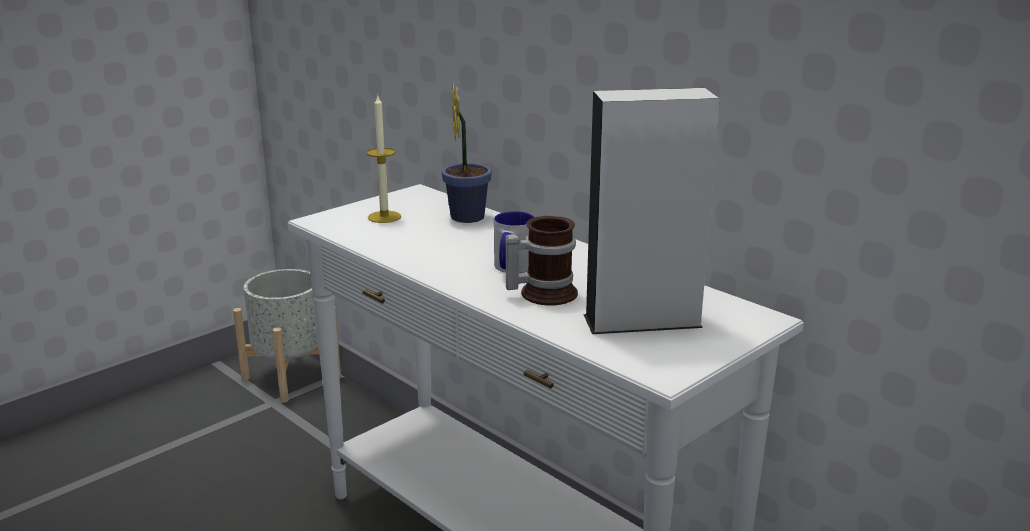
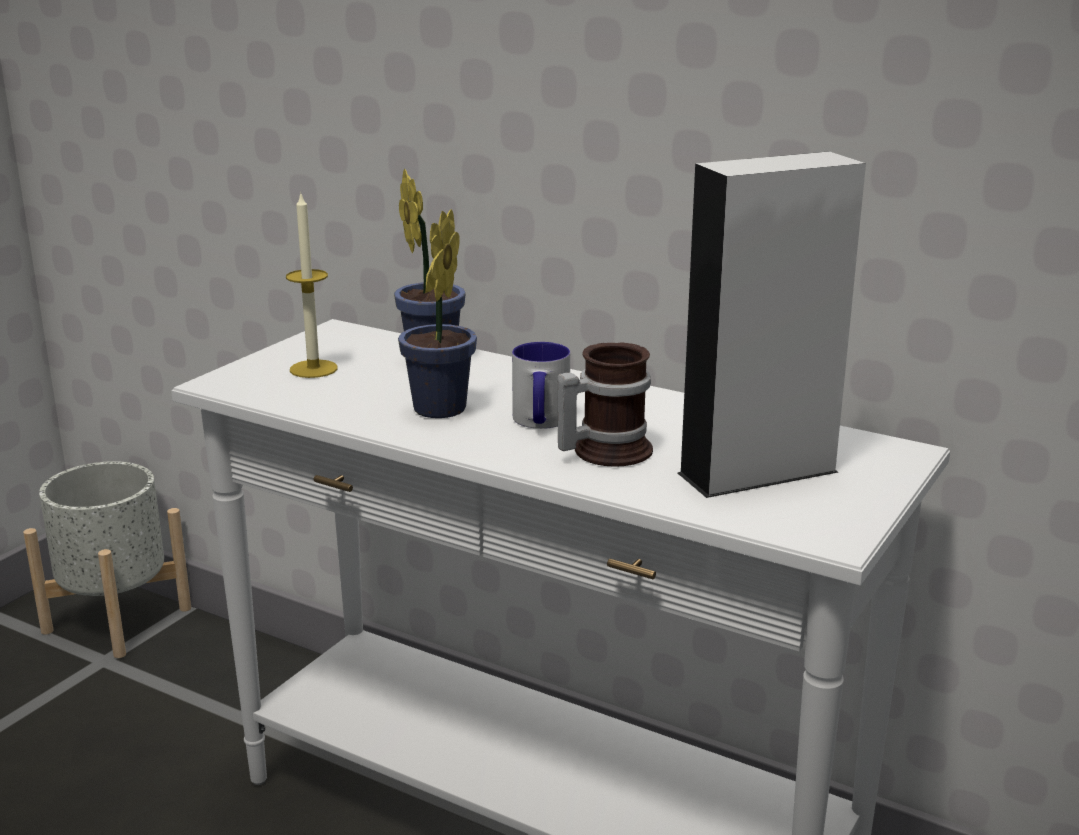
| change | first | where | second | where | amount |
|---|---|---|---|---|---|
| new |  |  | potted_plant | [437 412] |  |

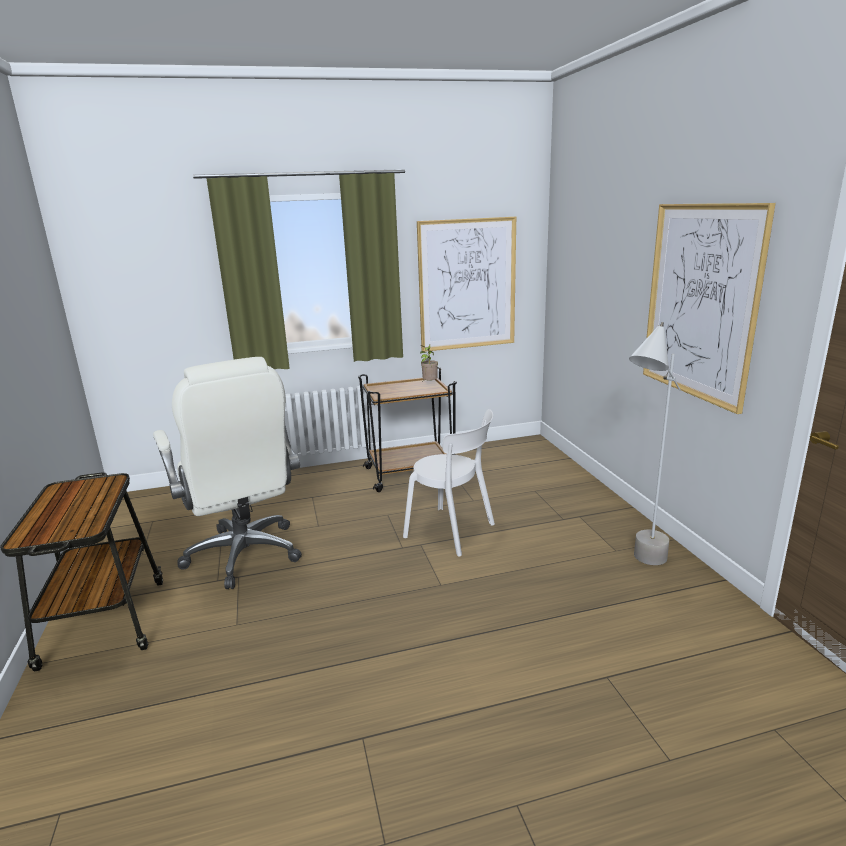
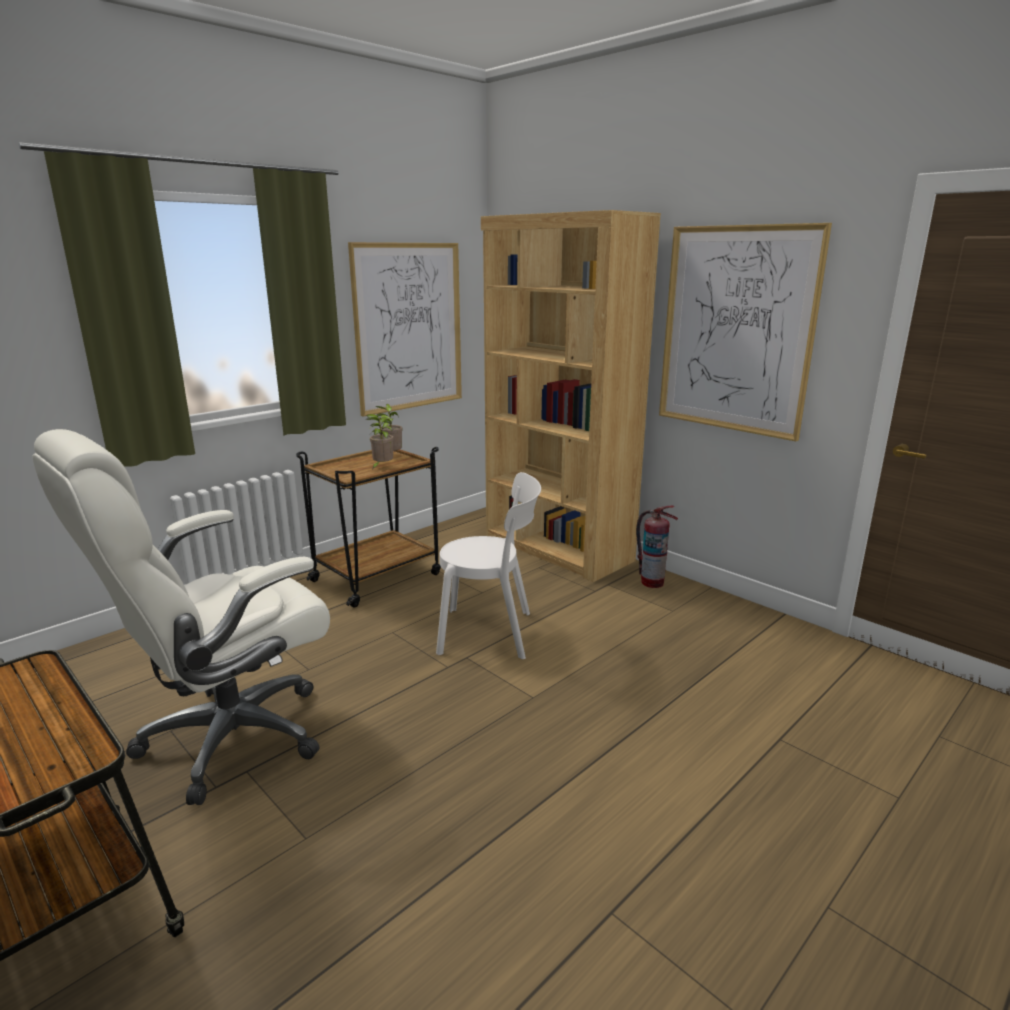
| change | first | where | second | where | amount |
|---|---|---|---|---|---|
| rotated | white_office_chair | [244 555] |  | [229 738] | 105 degrees clockwise |
| new |  |  | potted_plant | [382 467] |  |
| new |  |  | brown_bookcase | [557 549] |  |
| new |  |  | fire_extinguisher | [652 582] |  |
| gone | grey_floor_lamp | [640 568] |  |  |  |

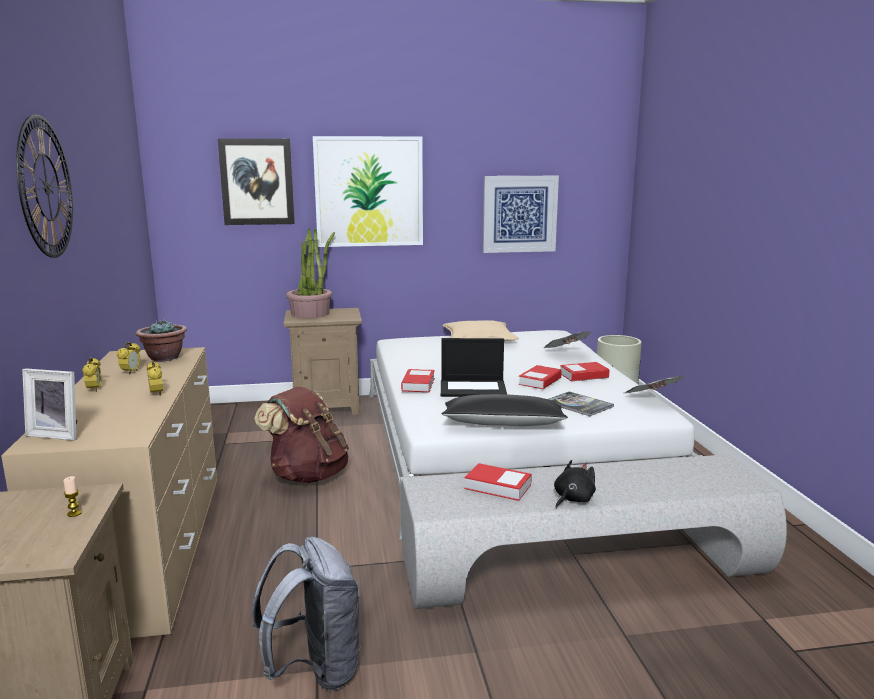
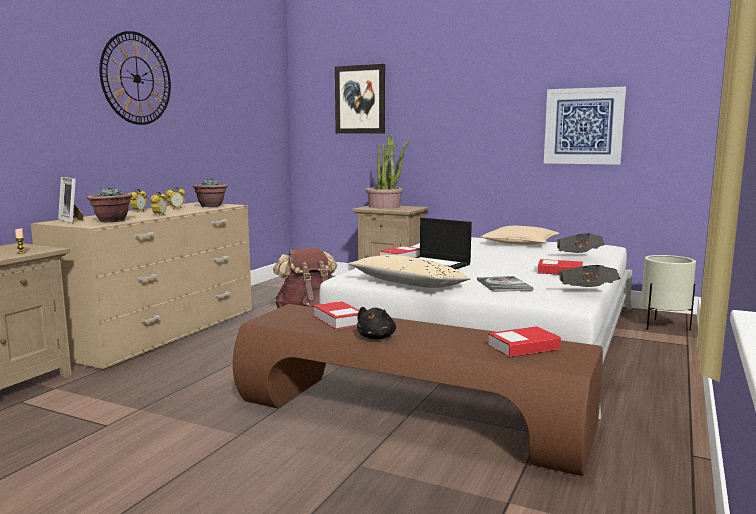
| change | first | where | second | where | amount |
|---|---|---|---|---|---|
| new |  |  | potted_plant | [111 221] |  |
| repainted | grey_bench | [582 564] | brown_bench | [410 415] |  |
| repainted | black_pillow | [503 424] | beige_pillow | [408 284] |  |
| rotated | black_plush_toy | [572 499] |  | [377 337] | 120 degrees clockwise |
| shifted | book | [540 381] |  | [523 347] |  |
| gone | grey_backpack | [314 670] |  |  |  |
| gone | picture | [369 192] |  |  |  |

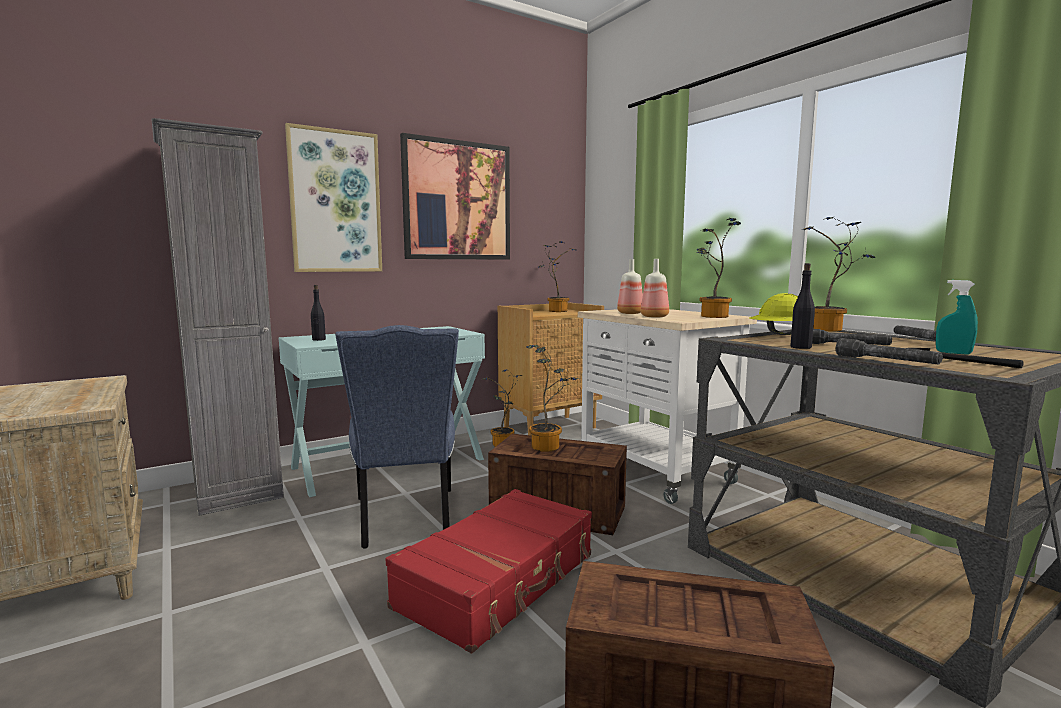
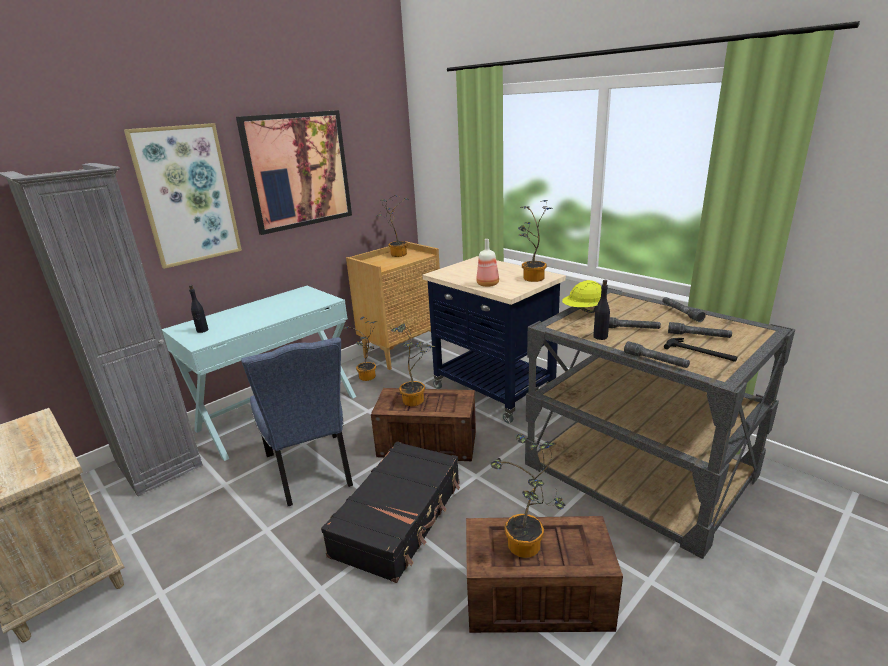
| change | first | where | second | where | amount |
|---|---|---|---|---|---|
| repainted | red_suitcase | [499 581] | black_suitcase | [399 518] |  |
| repainted | white_cart | [656 473] | blue_cart | [494 392] |  |
| shifted | potted_plant | [829 330] |  | [527 548] |  |
| swapped | turquoise_spray_bottle | [953 353] | grey_flashlight | [698 336] |  |
| gone | bottle | [630 313] |  |  |  |

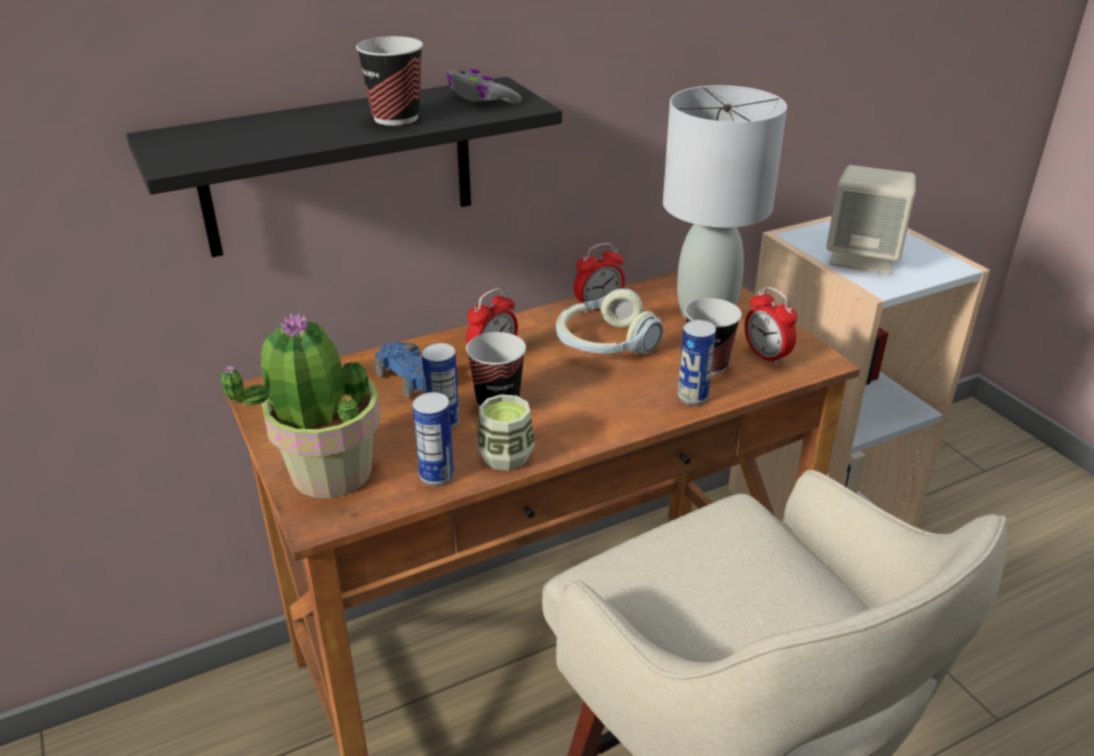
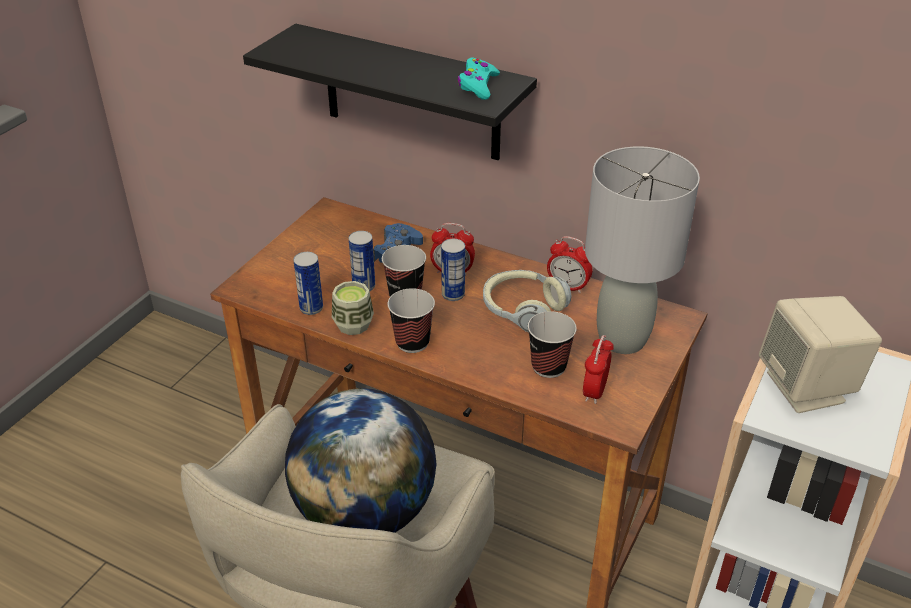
| change | first | where | second | where | amount |
|---|---|---|---|---|---|
| new |  |  | globe | [366 512] |  |
| shifted | cup | [396 118] |  | [412 342] |  |
| shifted | can | [692 397] |  | [453 294] |  |
| repainted | grey_game_controller | [481 98] | turquoise_game_controller | [478 86] |  |
| gone | potted_plant | [329 472] |  |  |  |

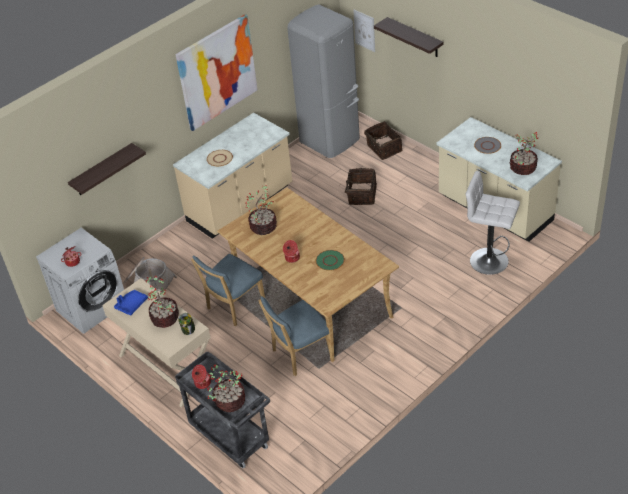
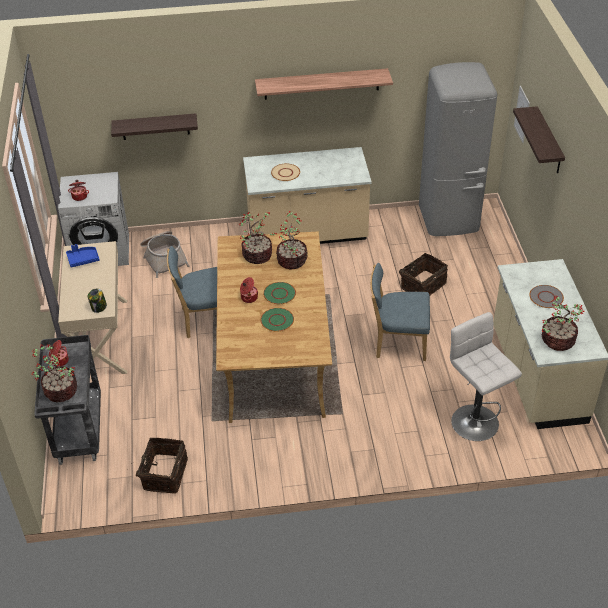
| change | first | where | second | where | amount |
|---|---|---|---|---|---|
| shifted | basket | [383 148] |  | [163 474] |  |
| swapped | picture | [217 72] | shelf | [321 84] |  |
| new |  |  | green_plate | [279 294] |  |
| shifted | potted_plant | [164 317] |  | [292 260] |  |
| shifted | blue_chair | [299 354] |  | [397 343] |  |

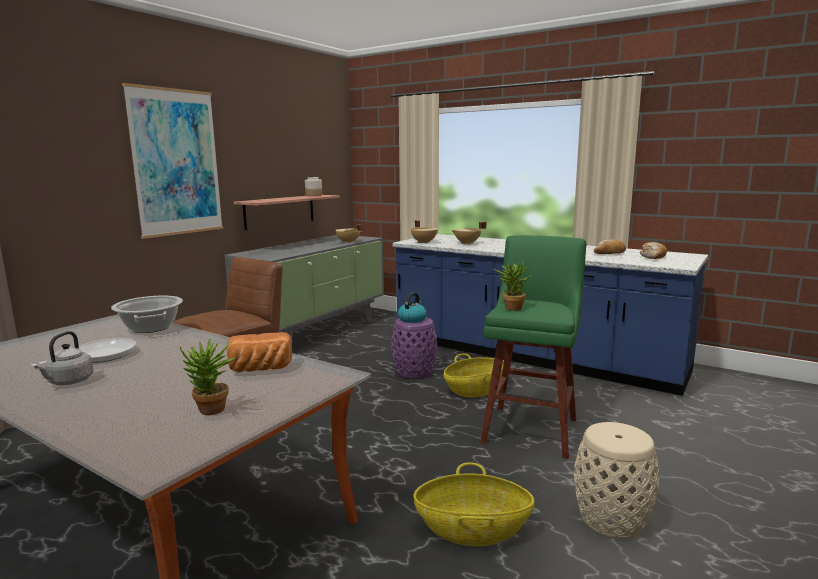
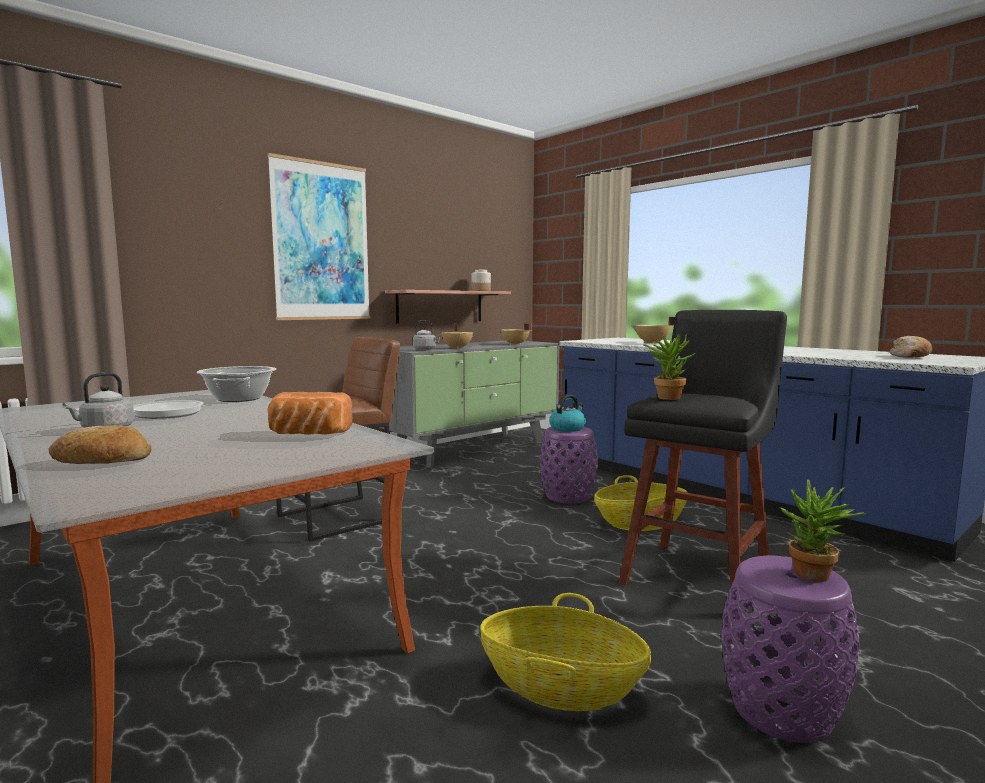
| change | first | where | second | where | amount |
|---|---|---|---|---|---|
| shifted | bread | [609 253] |  | [102 461] |  |
| new |  |  | grey_kettle | [426 349] |  |
| shifted | beige_cooking_pot | [424 242] |  | [458 348] |  |
| repainted | green_stool | [531 429] | black_stool | [698 576] |  |
| repainted | beige_stool | [611 520] | purple_stool | [782 711] |  |
| shifted | potted_plant | [211 412] |  | [814 578] |  |

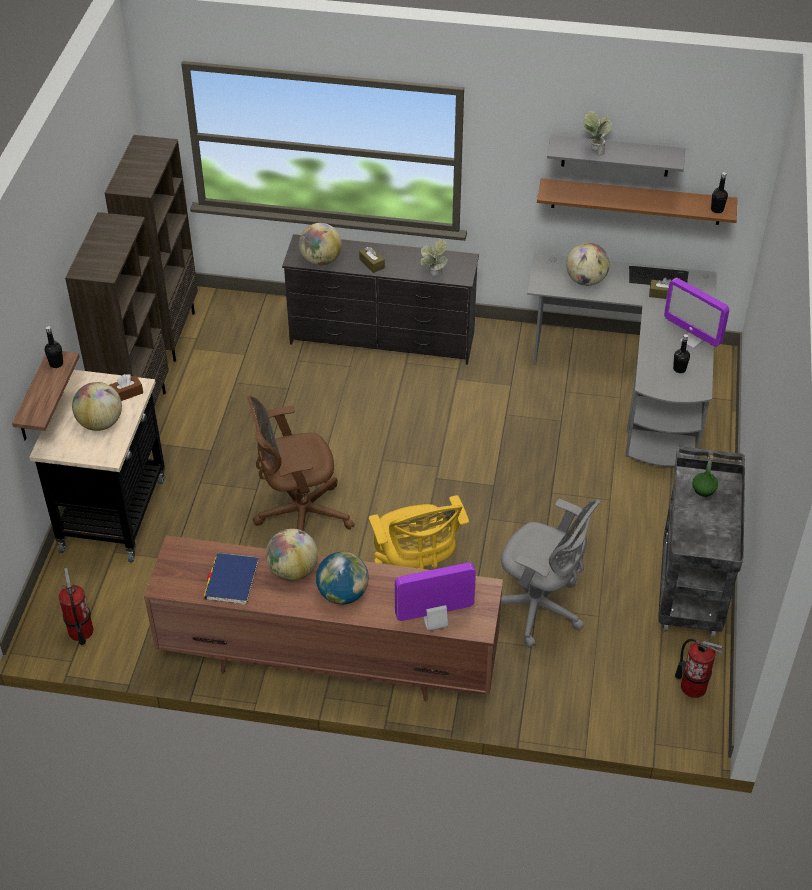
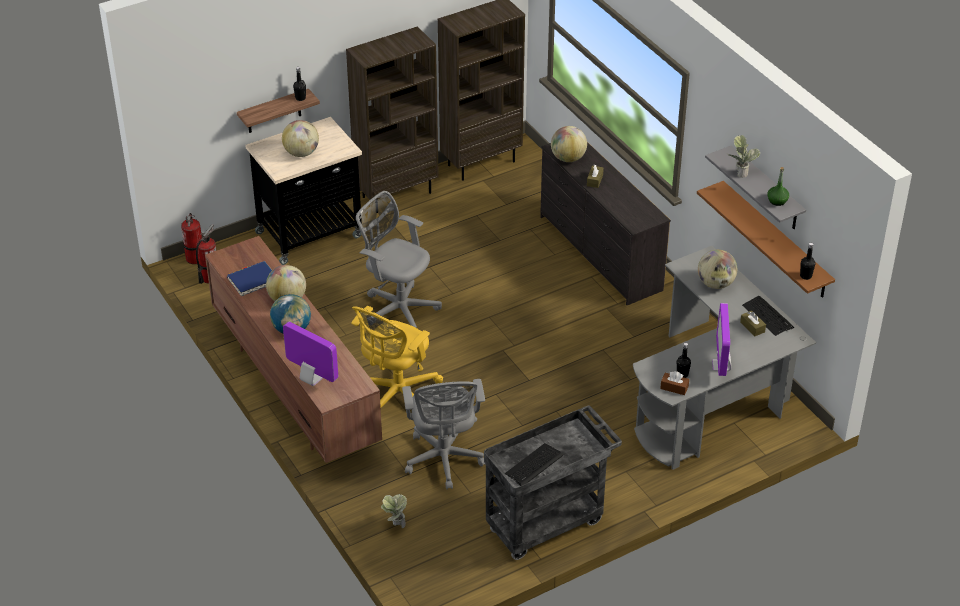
| change | first | where | second | where | amount |
|---|---|---|---|---|---|
| shifted | fire_extinguisher | [693 686] |  | [195 258] |  |
| repainted | brown_office_chair | [298 514] | grey_office_chair | [398 308] |  |
| shifted | potted_plant | [433 276] |  | [395 524] |  |
| new |  |  | keyboard | [534 465] |  |
| shifted | brown_tissue_box | [127 393] |  | [674 387] |  |
| shifted | green_bottle | [704 489] |  | [777 201] |  |

